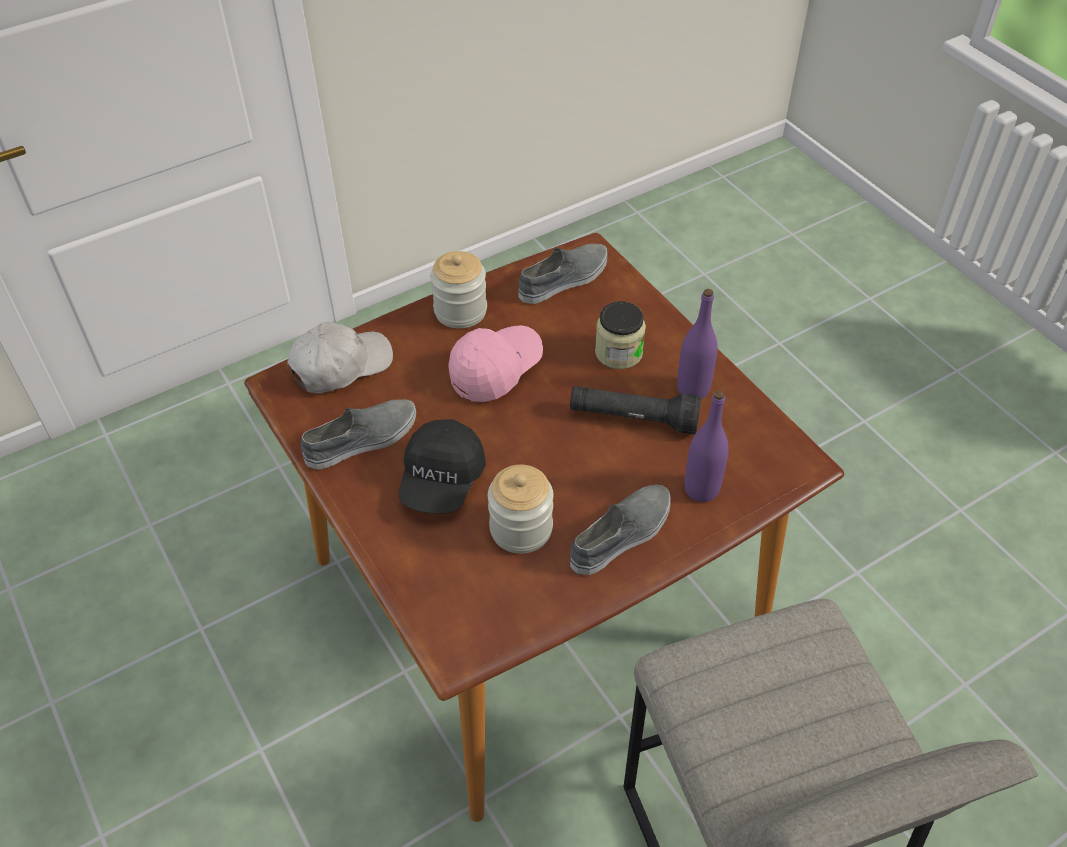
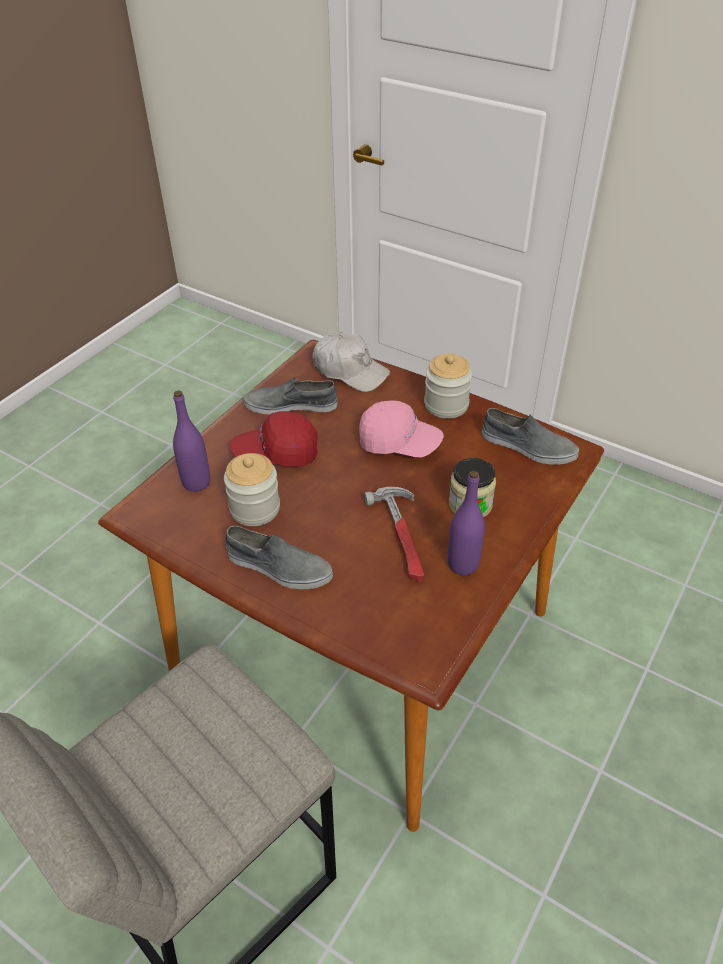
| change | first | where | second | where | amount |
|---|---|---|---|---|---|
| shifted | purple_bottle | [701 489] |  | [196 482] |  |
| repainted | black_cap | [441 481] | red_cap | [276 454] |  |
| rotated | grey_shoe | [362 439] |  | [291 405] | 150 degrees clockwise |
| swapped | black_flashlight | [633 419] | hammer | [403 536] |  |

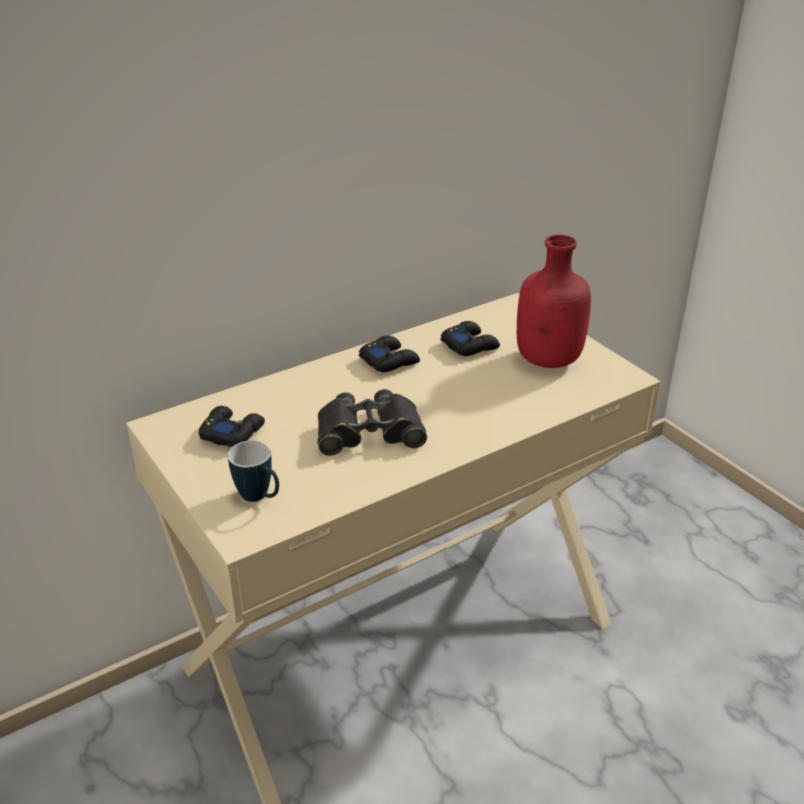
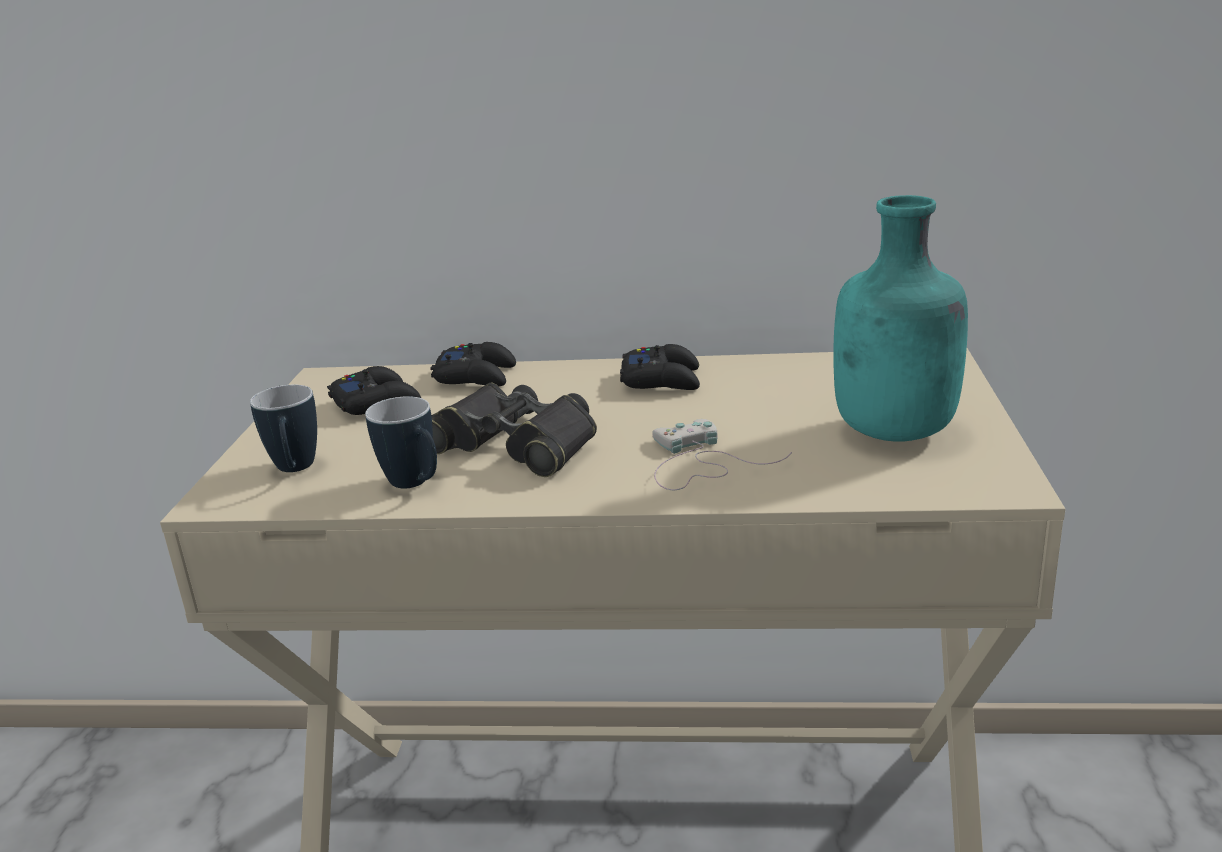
| change | first | where | second | where | amount |
|---|---|---|---|---|---|
| new |  |  | mug | [416 485] |  |
| shifted | black_game_controller | [469 345] |  | [476 376] |  |
| new |  |  | white_game_controller | [698 463] |  |
| repainted | red_bottle | [550 360] | turquoise_bottle | [896 433] |  |

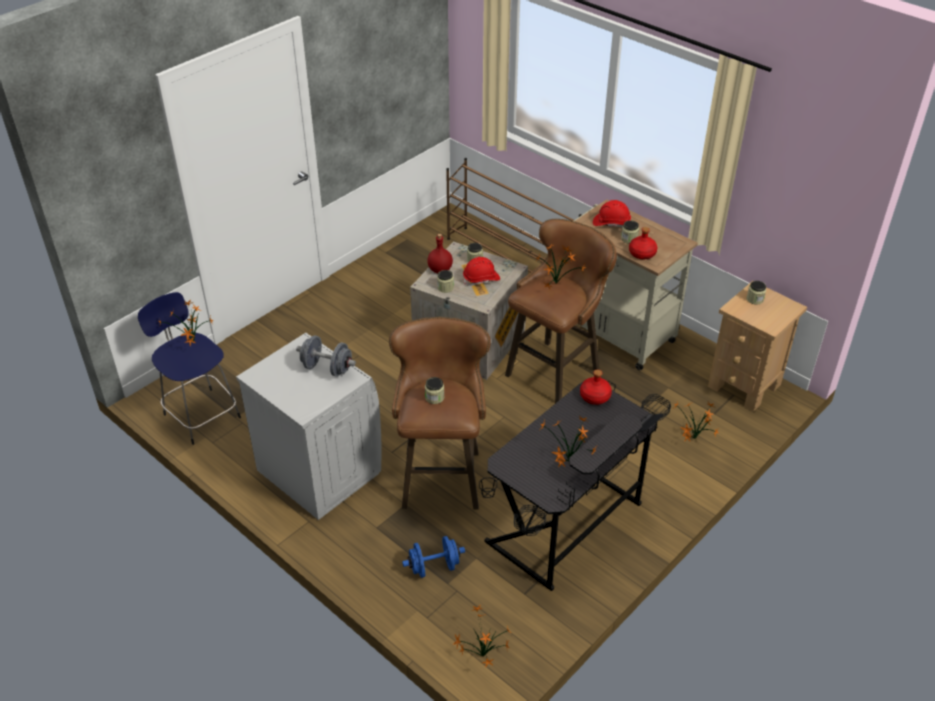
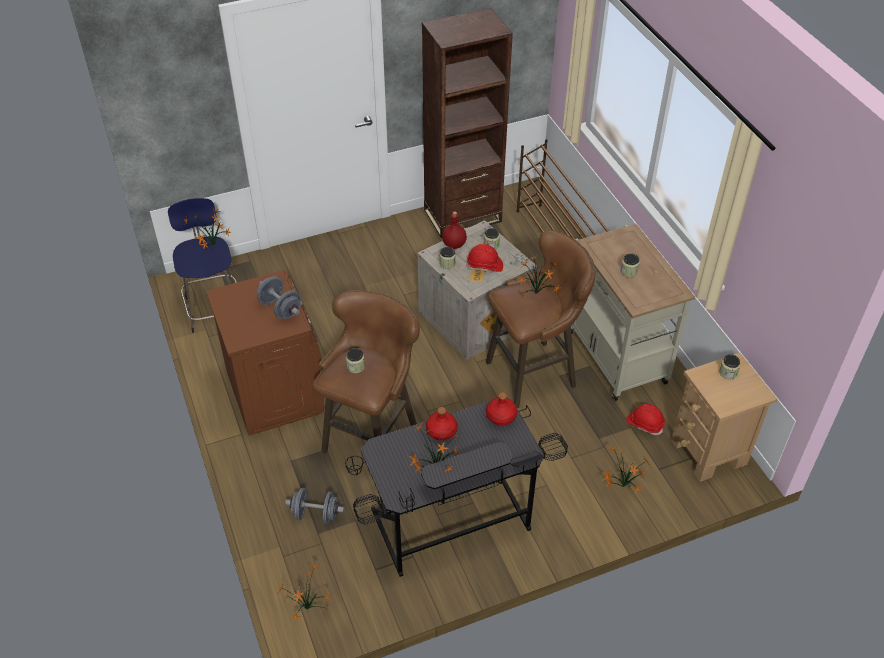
| change | first | where | second | where | amount |
|---|---|---|---|---|---|
| repainted | white_washing_machine | [319 471] | brown_washing_machine | [275 393] |  |
| repainted | blue_dumbbell | [434 567] | grey_dumbbell | [316 514] |  |
| new |  |  | brown_bookcase | [462 216] |  |
| shifted | red_bottle | [642 253] |  | [441 430] |  |
| shifted | red_hard_hat | [611 223] |  | [645 424] |  |

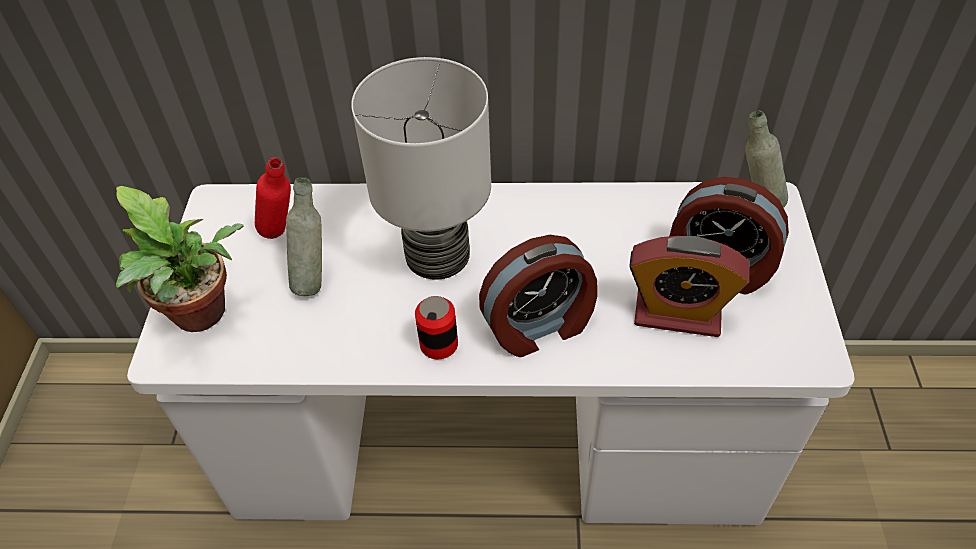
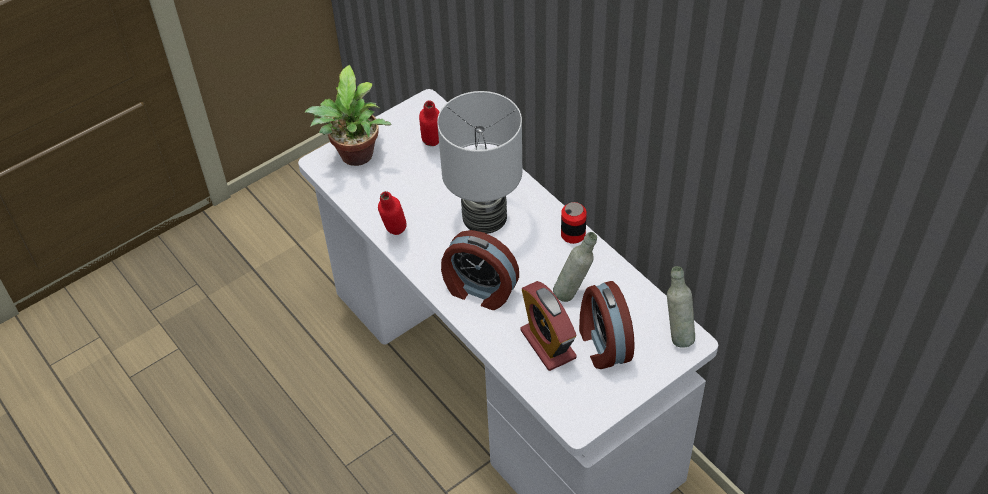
| change | first | where | second | where | amount |
|---|---|---|---|---|---|
| new |  |  | red_bottle | [395 236] |  |
| shifted | grey_bottle | [314 279] |  | [573 293] |  |
| shifted | can | [439 344] |  | [573 234] |  |

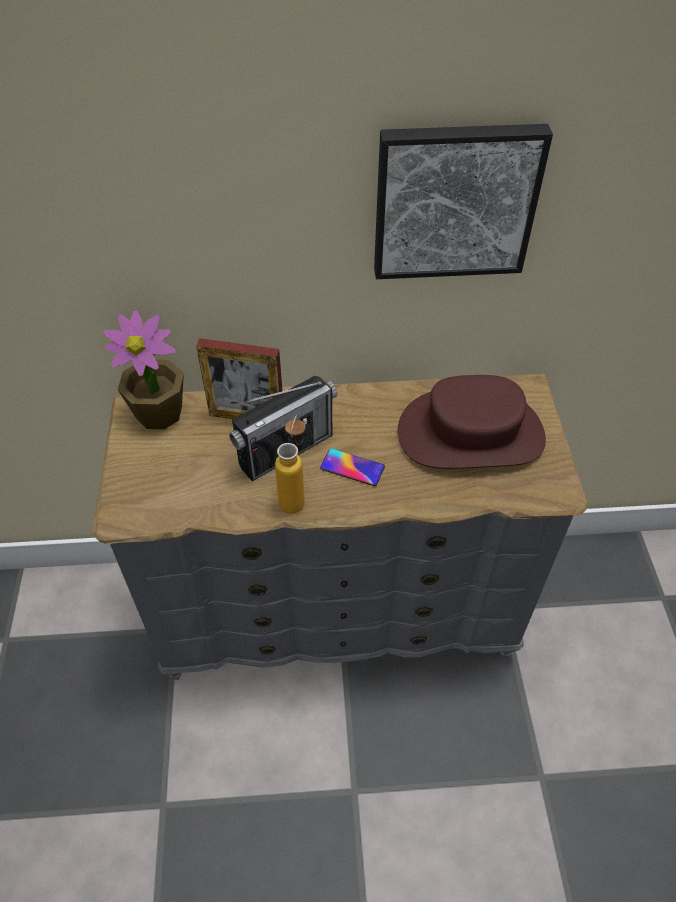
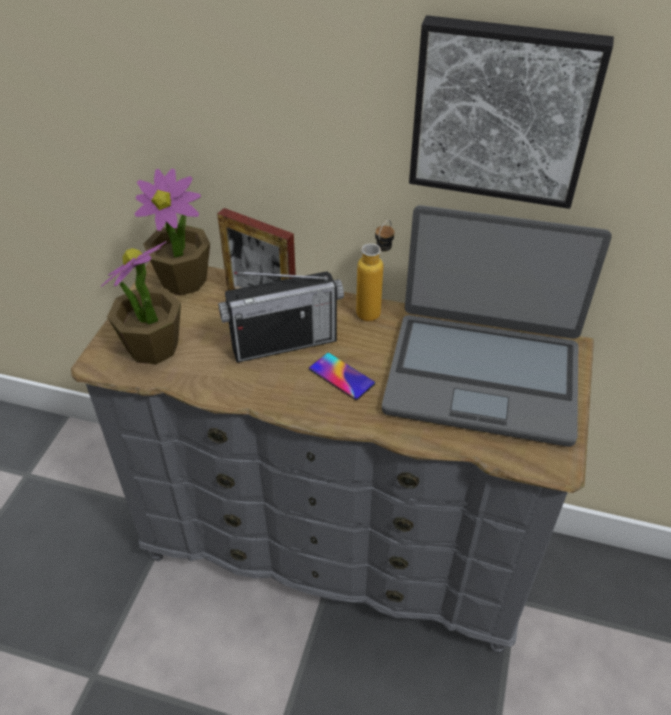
| change | first | where | second | where | amount |
|---|---|---|---|---|---|
| new |  |  | potted_plant | [153 347] |  |
| shifted | bottle | [295 496] |  | [374 308] |  |
| swapped | brown_hat | [471 433] | laptop | [482 376] |  |

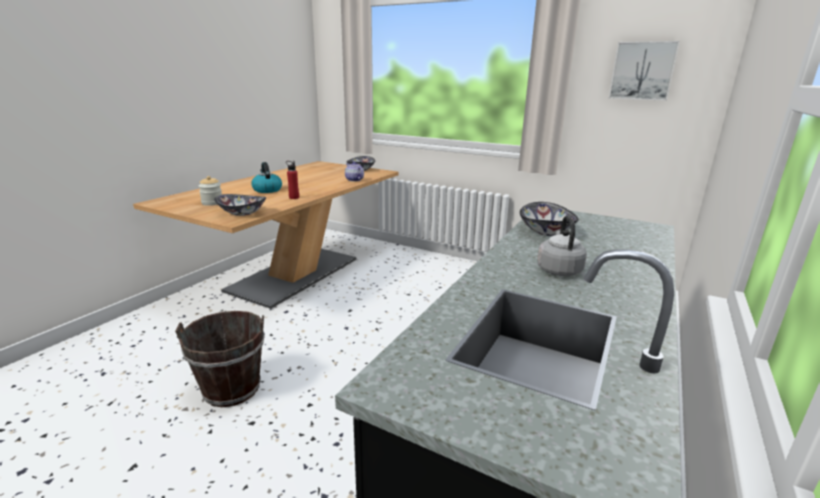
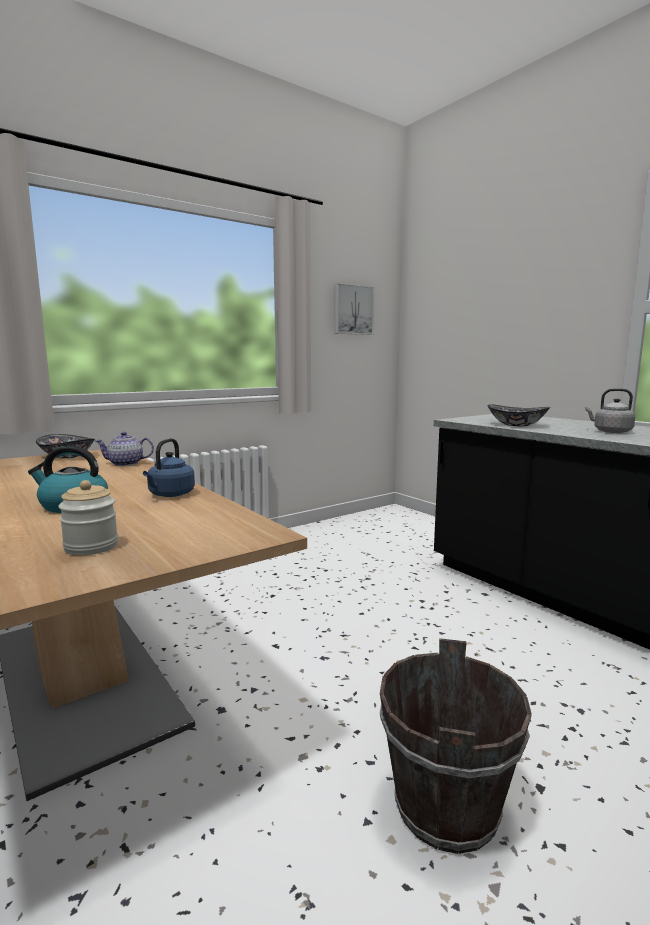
| change | first | where | second | where | amount |
|---|---|---|---|---|---|
| swapped | red_bottle | [294 197] | blue_kettle | [170 495] |  |
| gone | bowl | [242 213] |  |  |  |

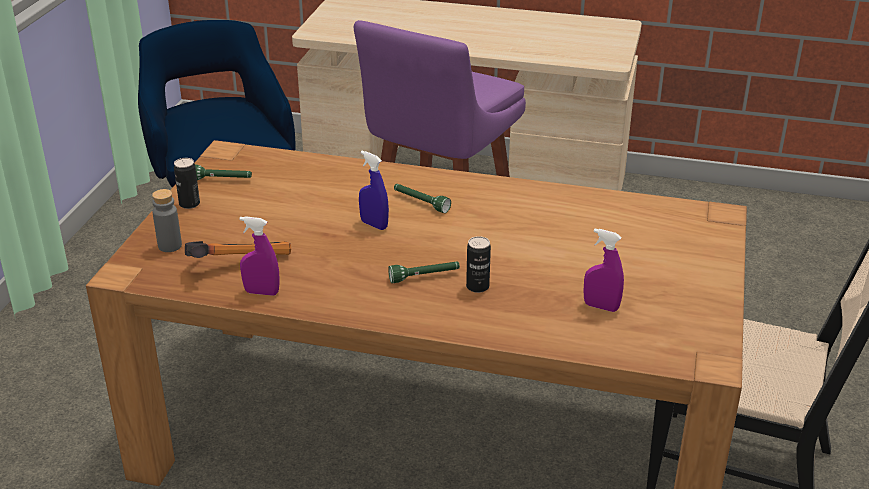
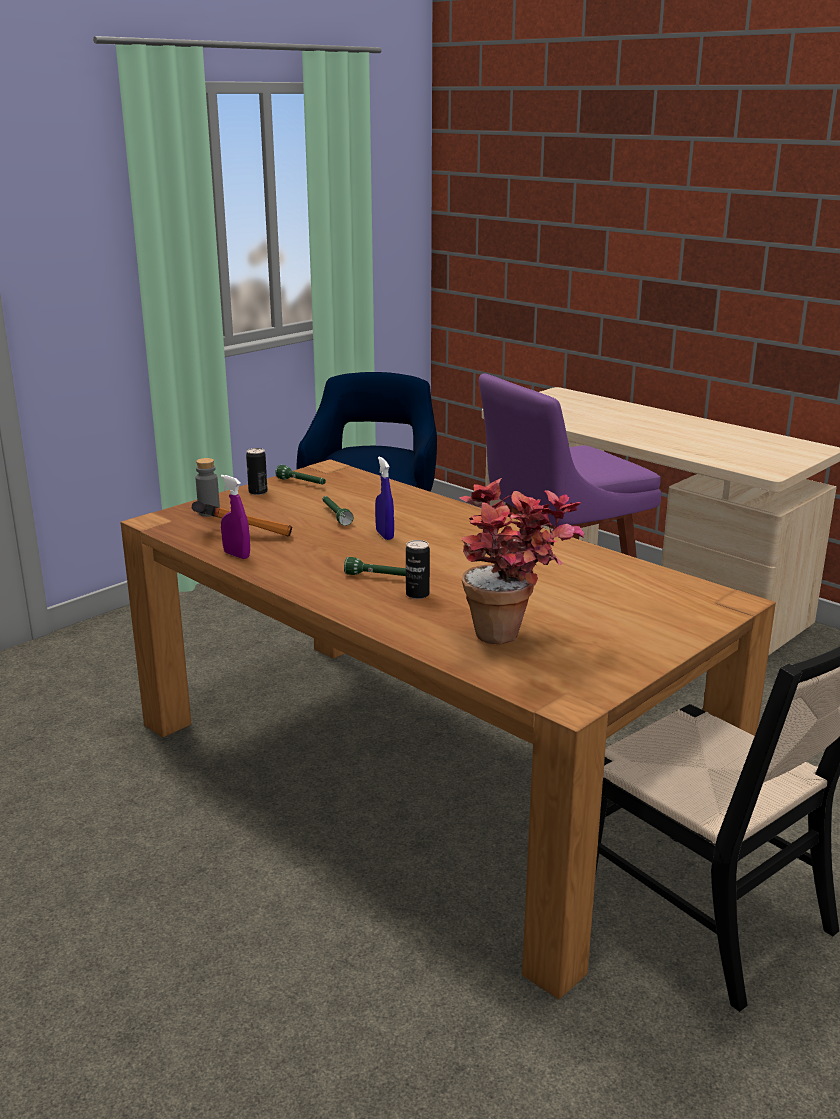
| change | first | where | second | where | amount |
|---|---|---|---|---|---|
| shifted | green_flashlight | [420 203] |  | [335 515] |  |
| swapped | purple_spray_bottle | [601 307] | potted_plant | [514 636] |  |

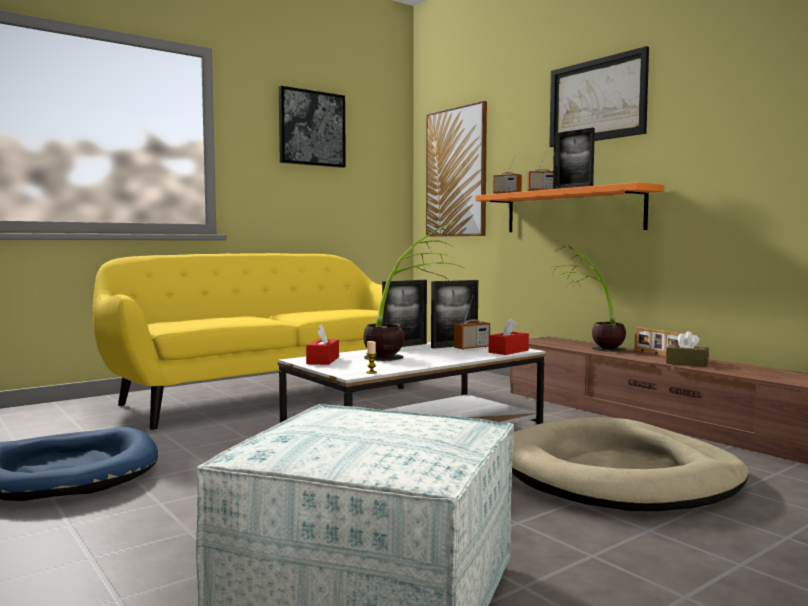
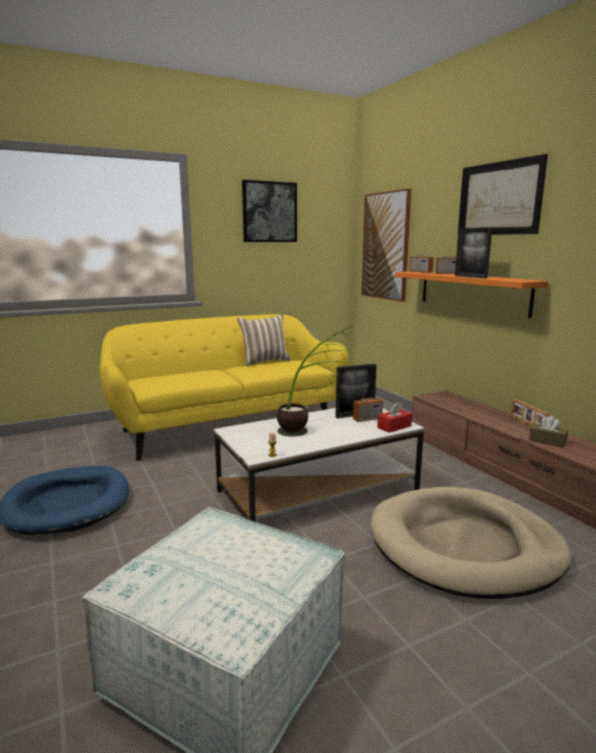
| change | first | where | second | where | amount |
|---|---|---|---|---|---|
| new |  |  | pillow | [264 361] |  |
| gone | red_tissue_box | [323 360] |  |  |  |
| gone | picture_frame | [405 346] |  |  |  |
| gone | potted_plant | [590 347] |  |  |  |

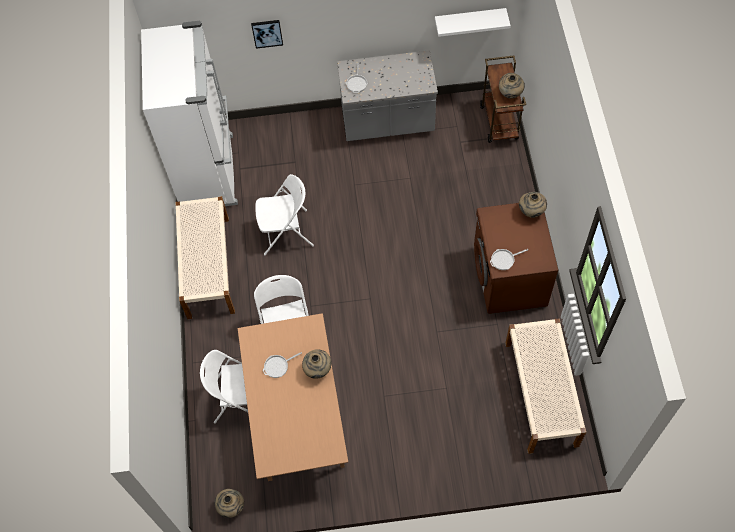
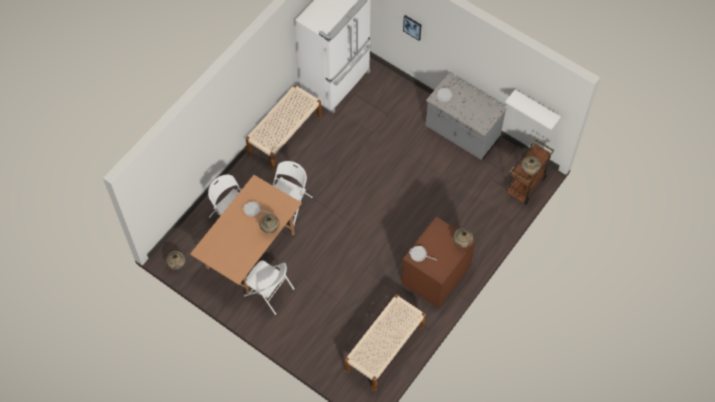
| change | first | where | second | where | amount |
|---|---|---|---|---|---|
| shifted | white_chair | [285 232] |  | [269 292] |  |

